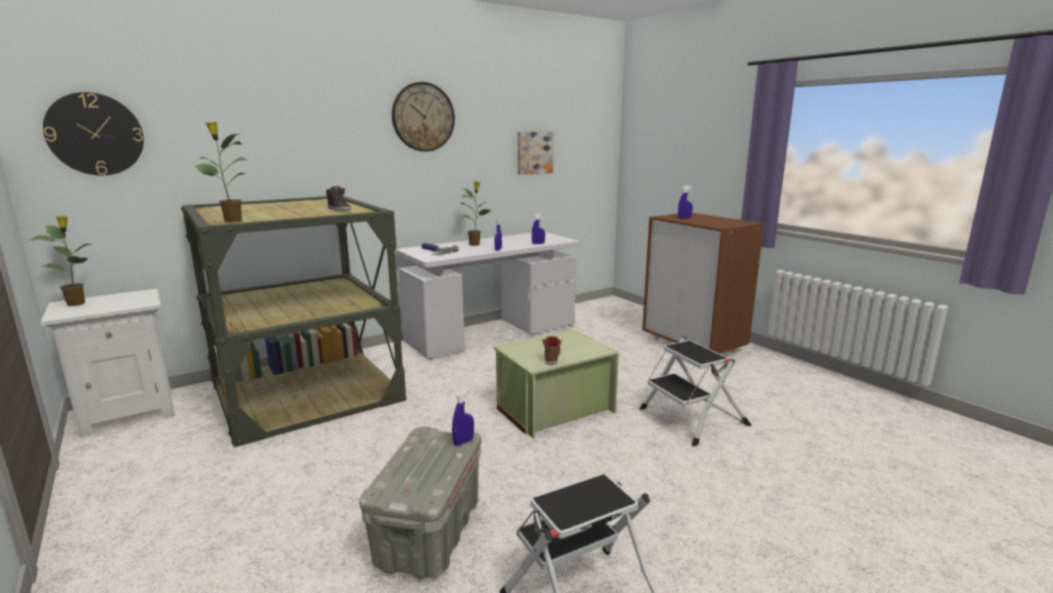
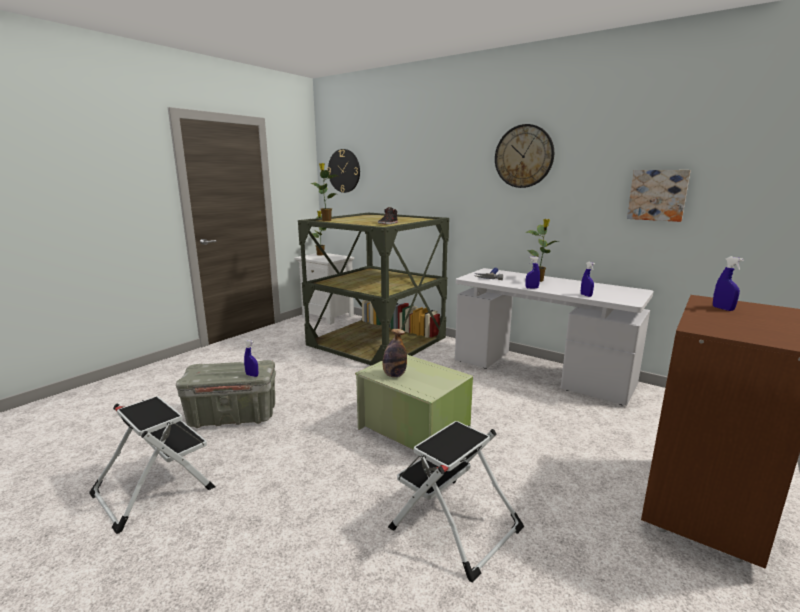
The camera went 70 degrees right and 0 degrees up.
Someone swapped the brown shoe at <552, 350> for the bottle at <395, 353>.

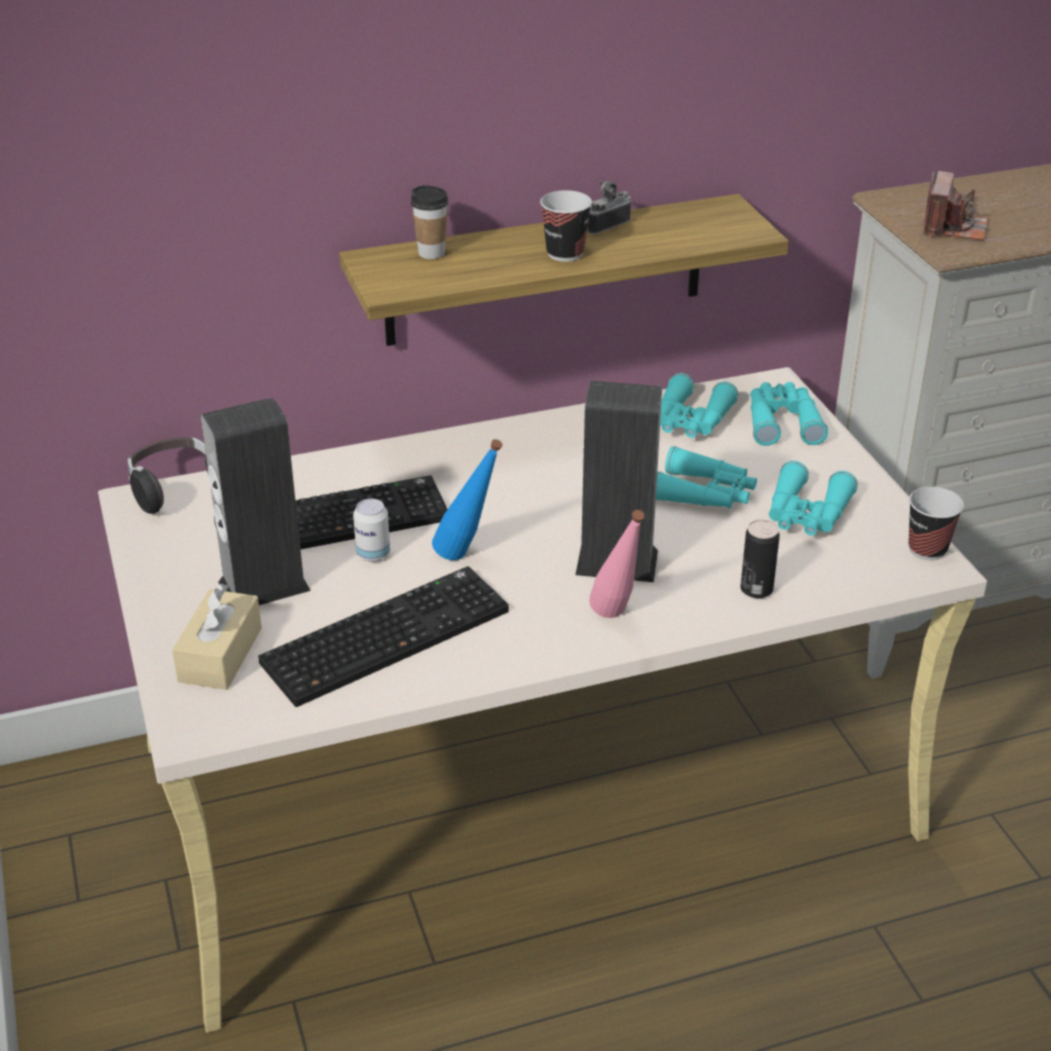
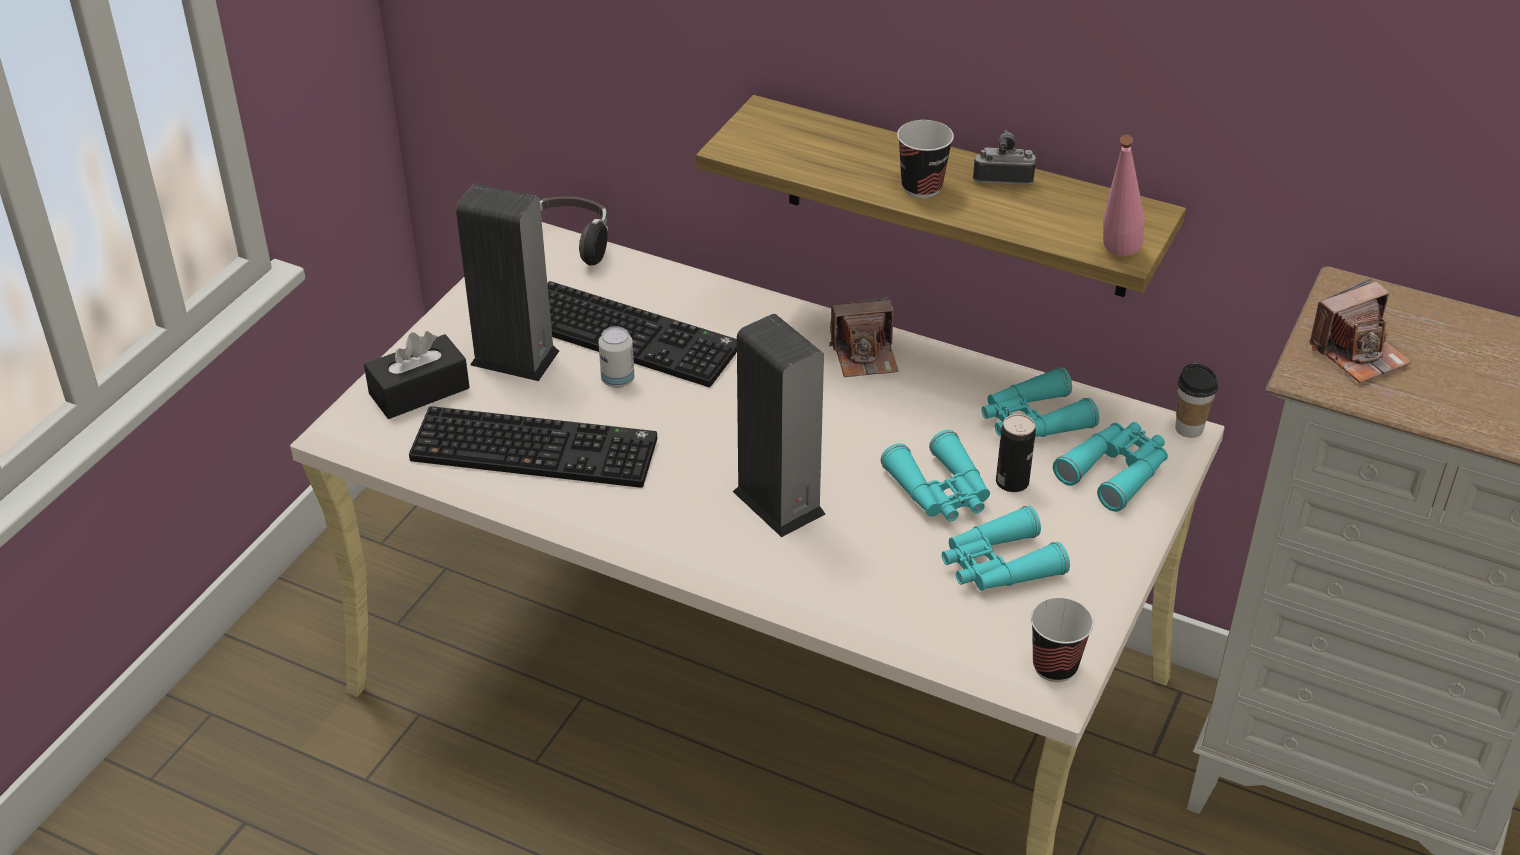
The camera went 45 degrees right and 5 degrees up.
Someone took away the blue bottle at <467, 499>.
Someone put down the photo camera at <864, 337>.
Someone carried the cup from <430, 222> to <1196, 401>.
Someone carried the pink bottle from <617, 564> to <1123, 195>.
Someone carried the can from <760, 558> to <1016, 453>.
Someone repainted the beige tissue box at <217, 636>, which became the black tissue box at <417, 375>.

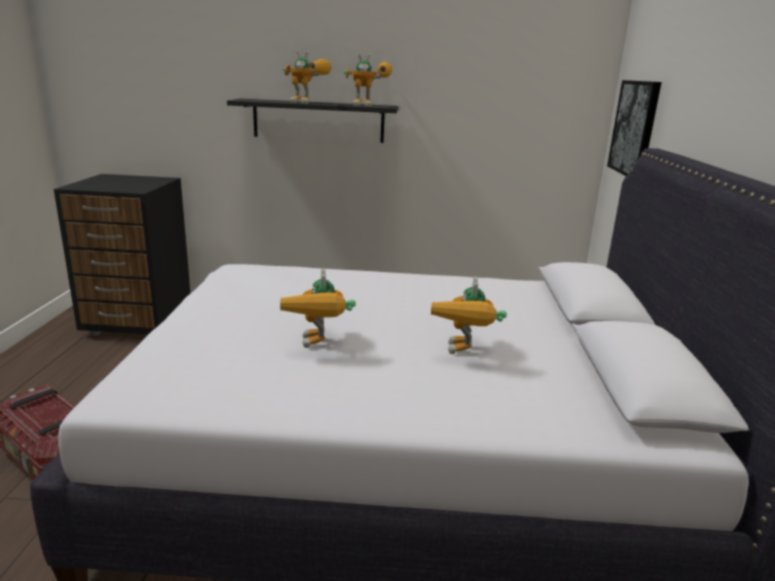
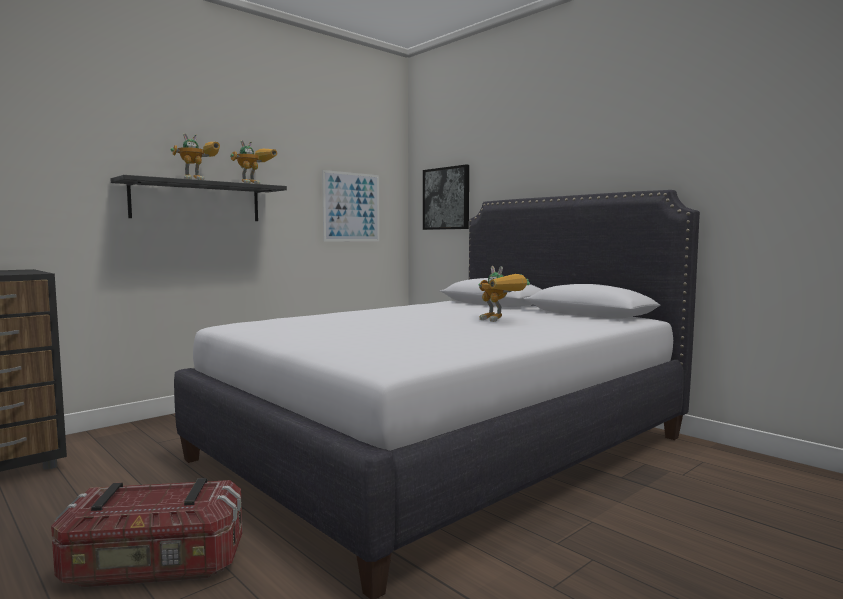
The camera went 45 degrees left and 15 degrees down.
Someone took away the toy robot at <318, 308>.
Someone put up the picture at <350, 205>.

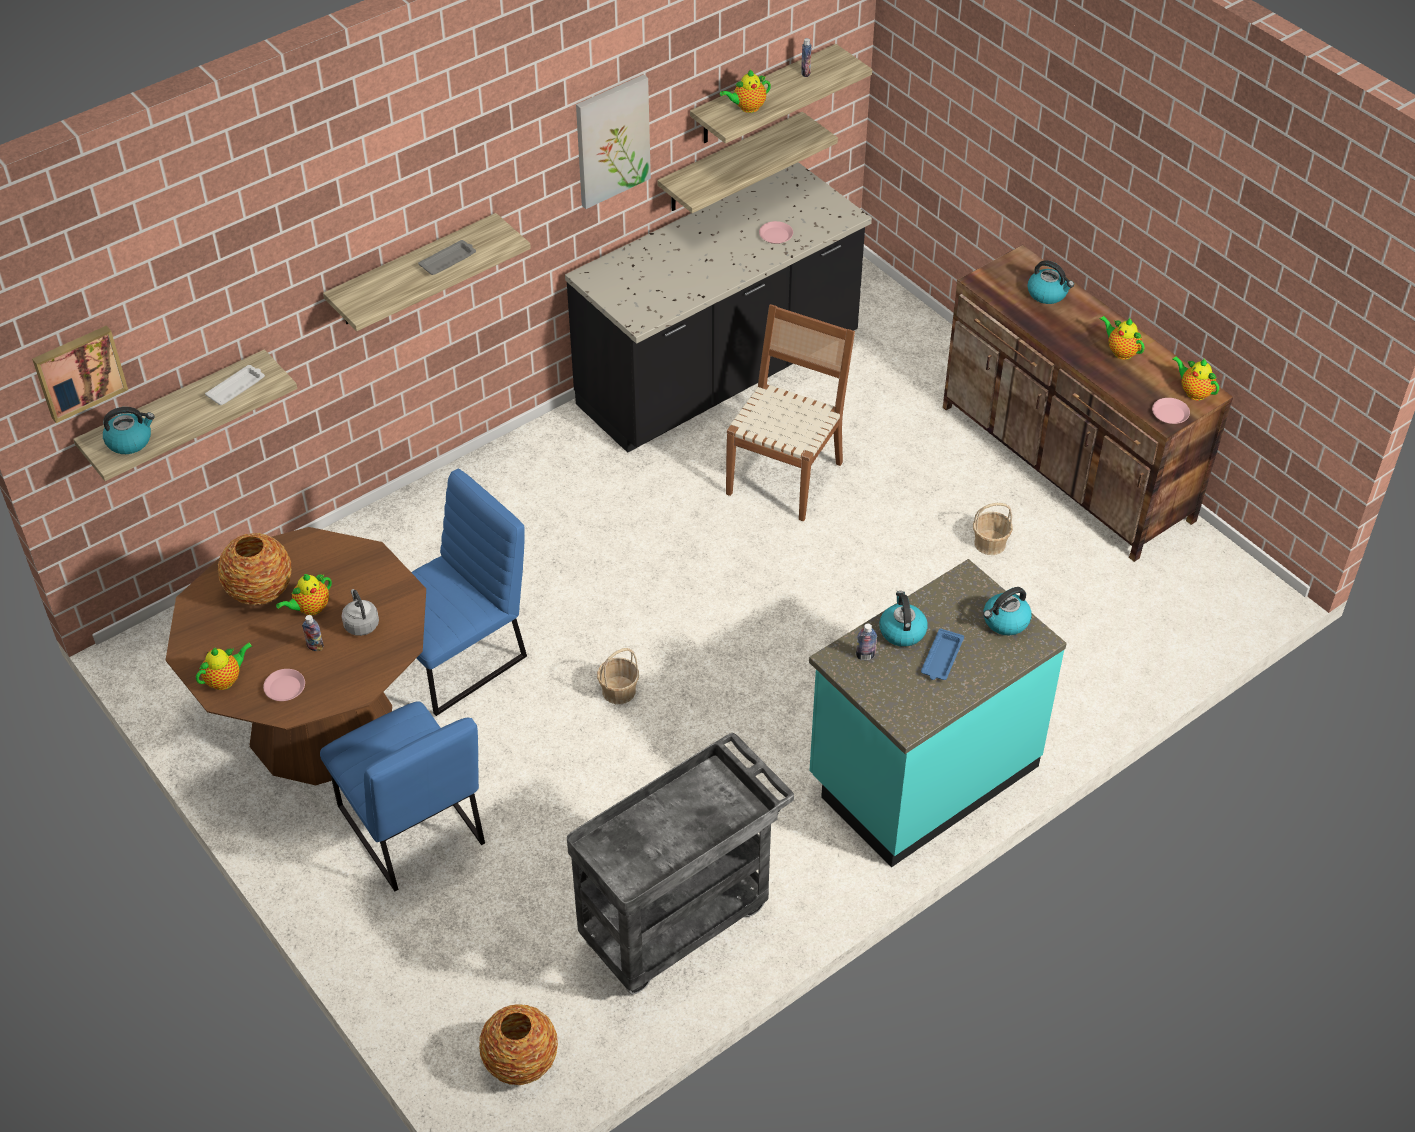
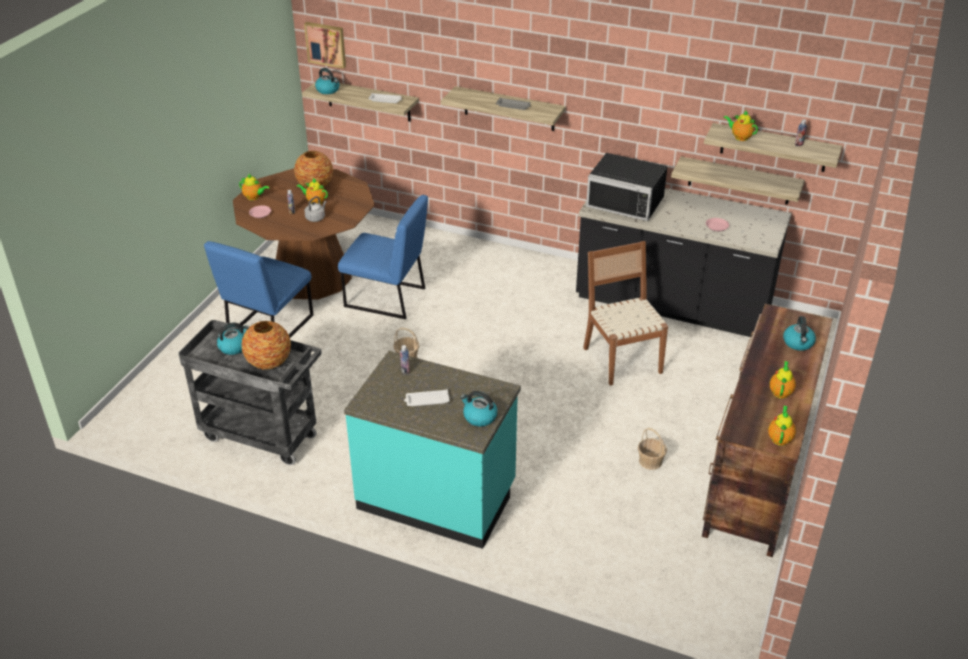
The camera went 60 degrees right and 10 degrees down.
Someone took away the picture at <613, 141>.
Someone took away the pink plate at <1171, 411>.
Someone put down the black microwave at <627, 187>.
Someone carried the vase from <518, 1044> to <266, 345>.
Someone carried the kettle from <903, 619> to <233, 339>.
Someone repainted the blue tray at <942, 654>, which became the white tray at <427, 397>.
Someone rotated the chair at <790, 412> by 105 degrees counterclockwise.

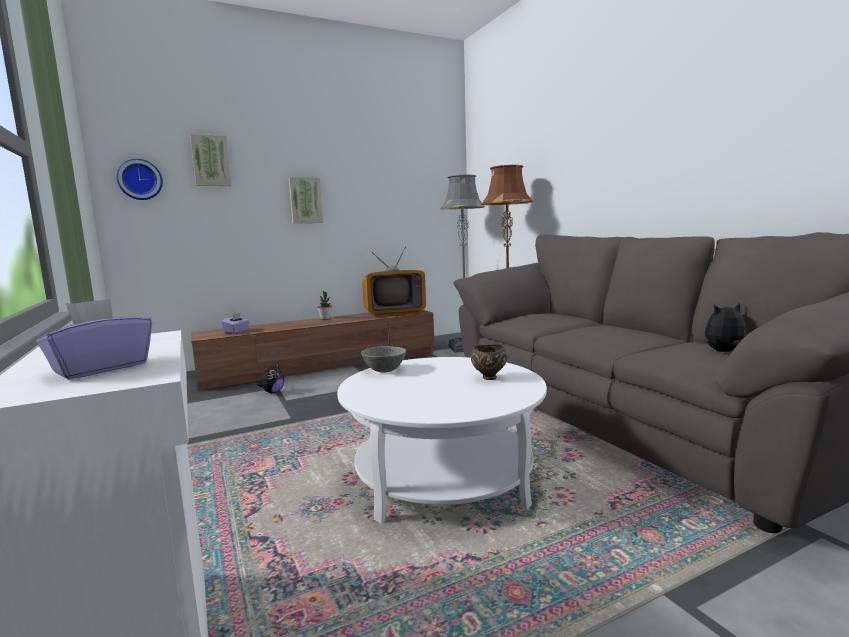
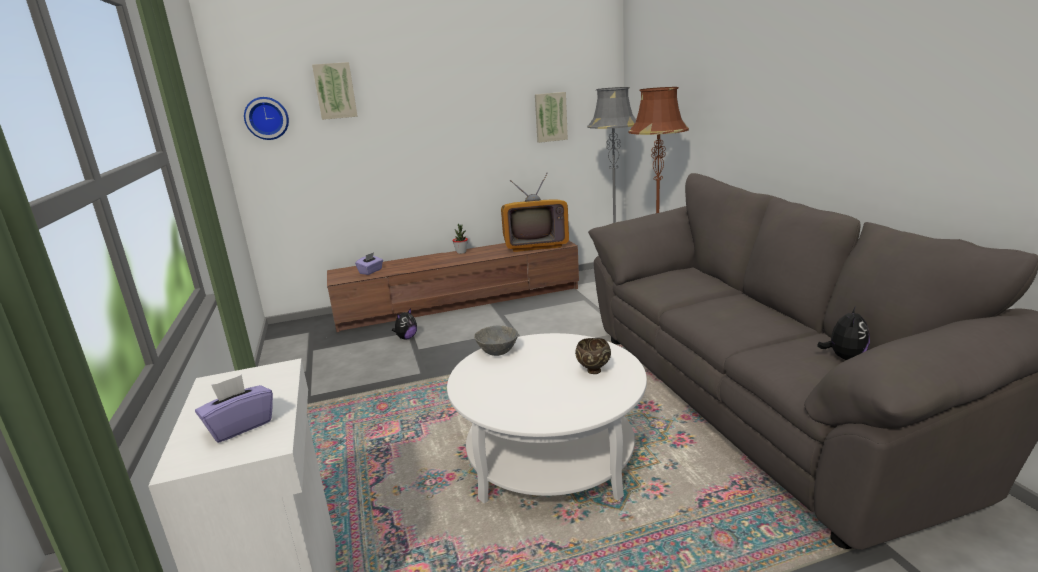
The camera went 10 degrees right and 10 degrees up.
Someone carried the picture from <306, 200> to <551, 117>.
Someone rotated the plush toy at <726, 327> by 120 degrees clockwise.

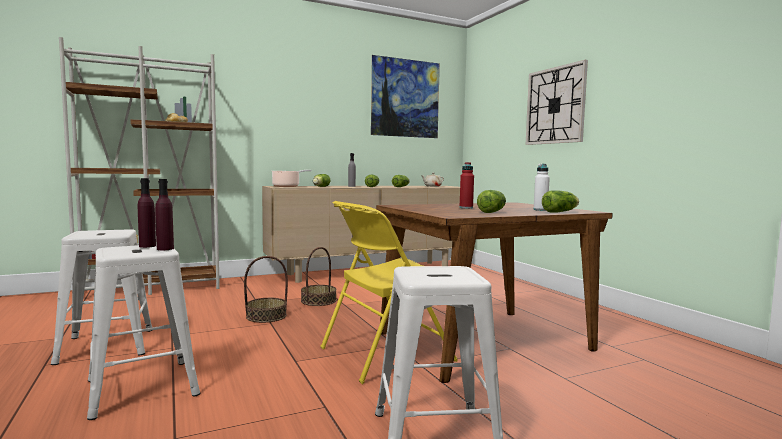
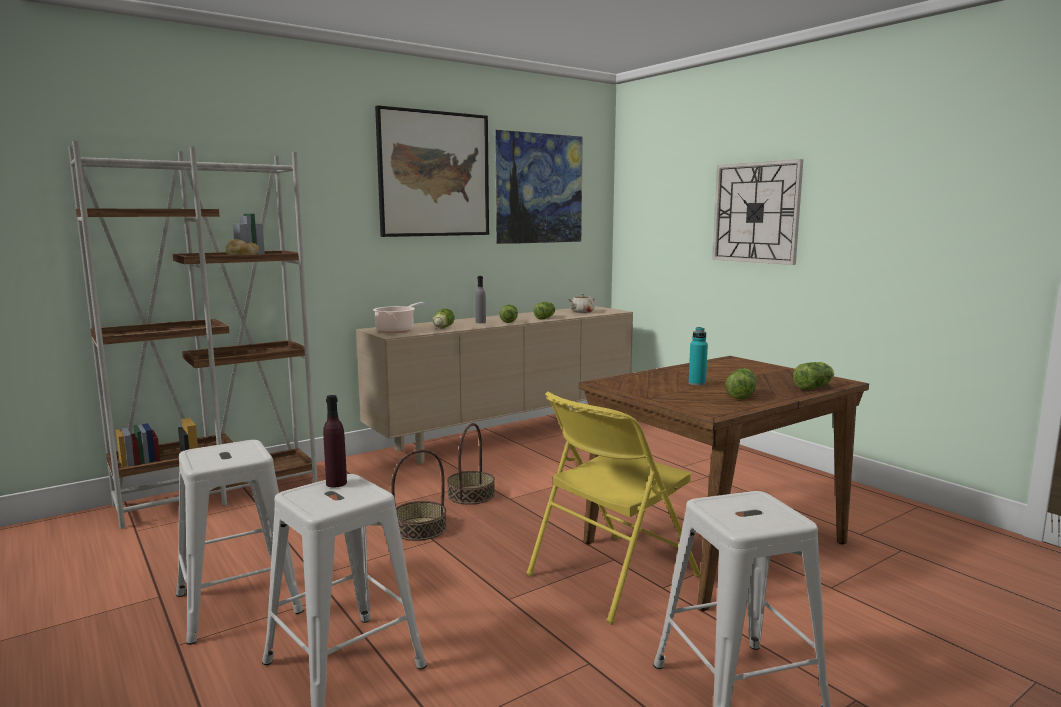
The camera went 10 degrees left and 5 degrees up.
Someone took away the purple bottle at <164, 214>.
Someone took away the white bottle at <542, 187>.
Someone put up the picture at <432, 171>.
Someone repainted the red bottle at <466, 185>, which became the turquoise bottle at <698, 356>.

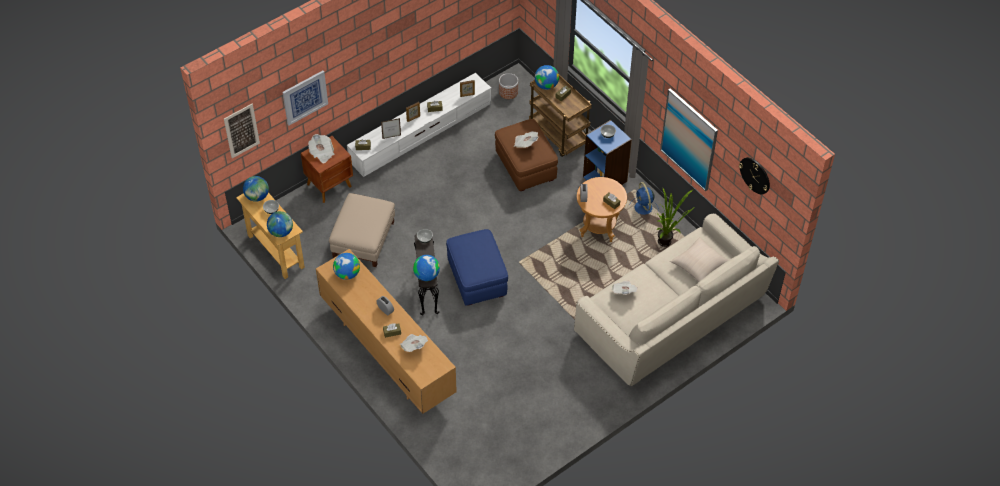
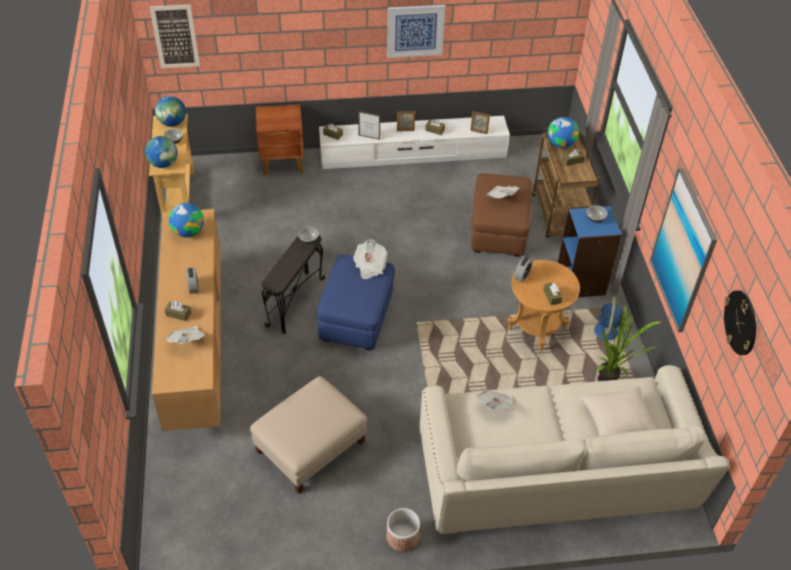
The camera went 30 degrees right and 5 degrees down.
Someone took away the globe at <426, 268>.
Someone carried the picture from <305, 98> to <416, 31>.
Someone carried the newspaper from <321, 148> to <370, 259>.
Someone carried the beige ottoman from <362, 230> to <308, 434>.
Someone carried the planter from <508, 86> to <403, 530>.

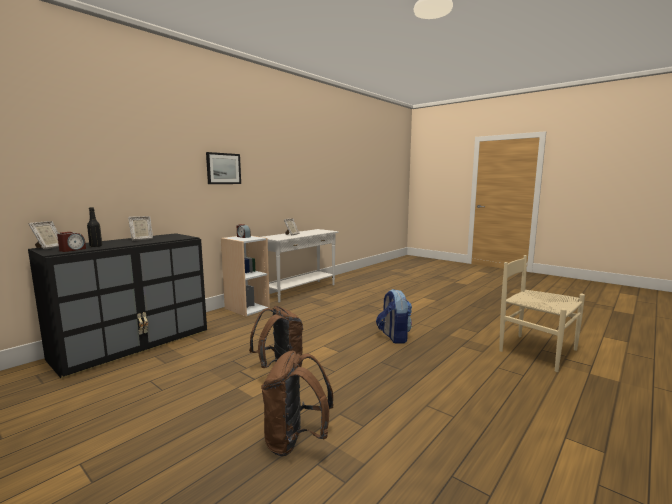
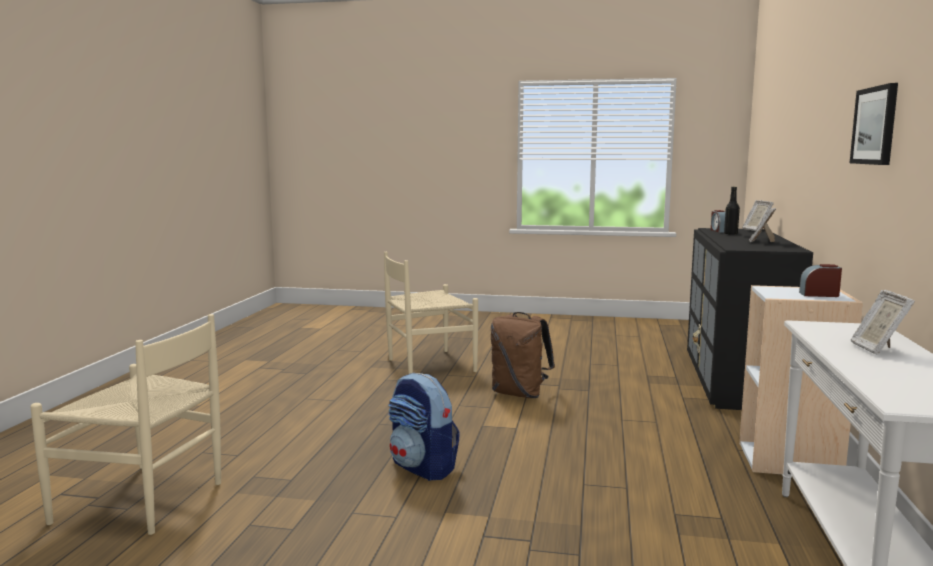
The camera went 150 degrees right and 0 degrees up.
Someone swapped the brown backpack at <297, 403> for the beige chair at <431, 313>.

